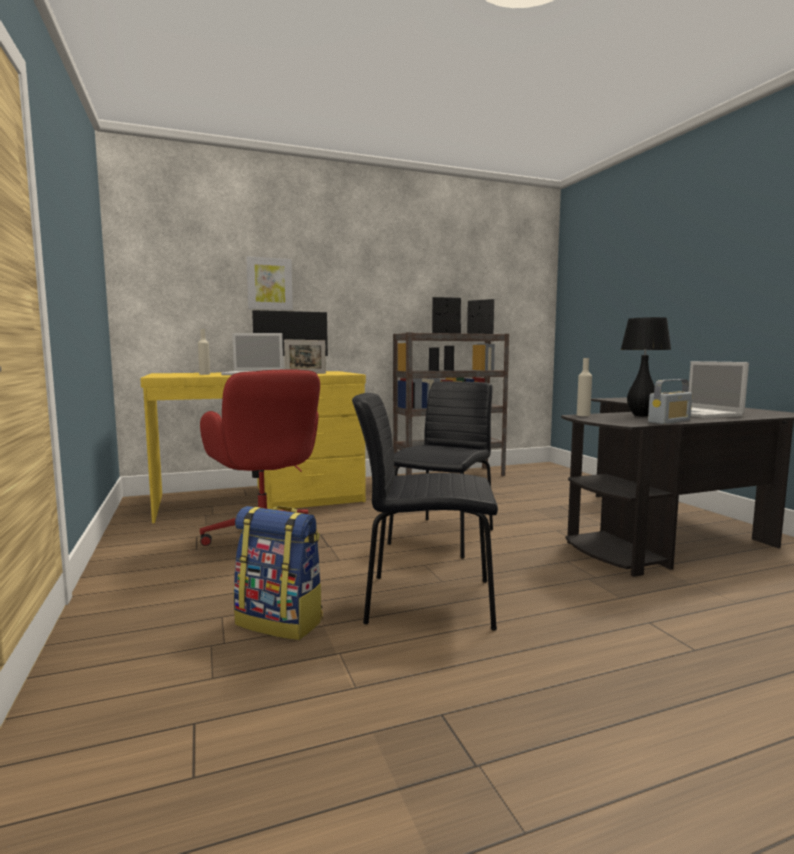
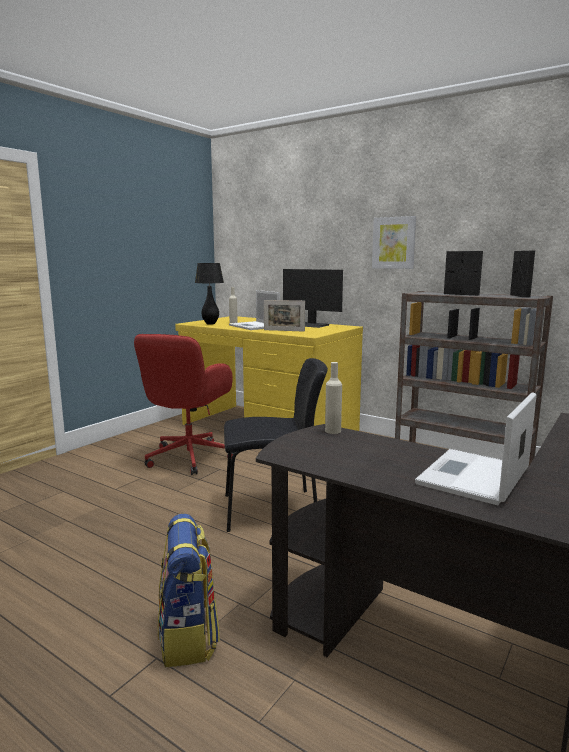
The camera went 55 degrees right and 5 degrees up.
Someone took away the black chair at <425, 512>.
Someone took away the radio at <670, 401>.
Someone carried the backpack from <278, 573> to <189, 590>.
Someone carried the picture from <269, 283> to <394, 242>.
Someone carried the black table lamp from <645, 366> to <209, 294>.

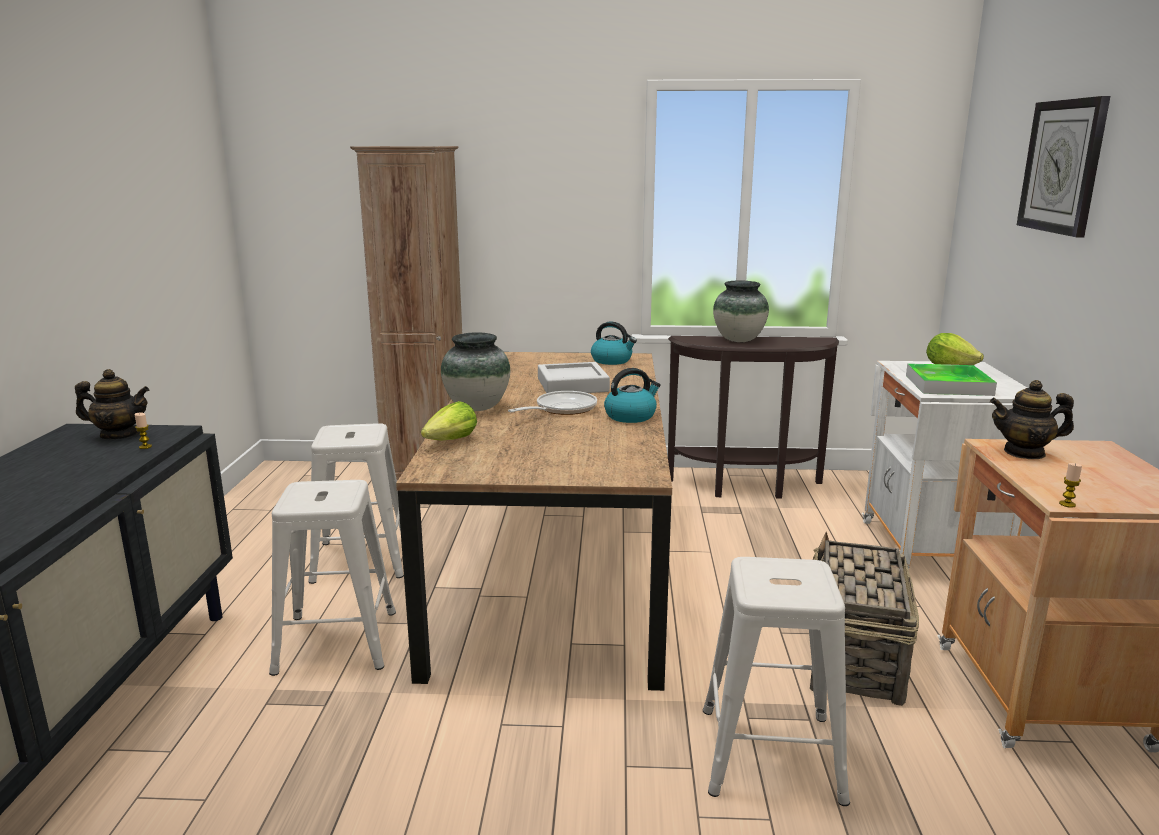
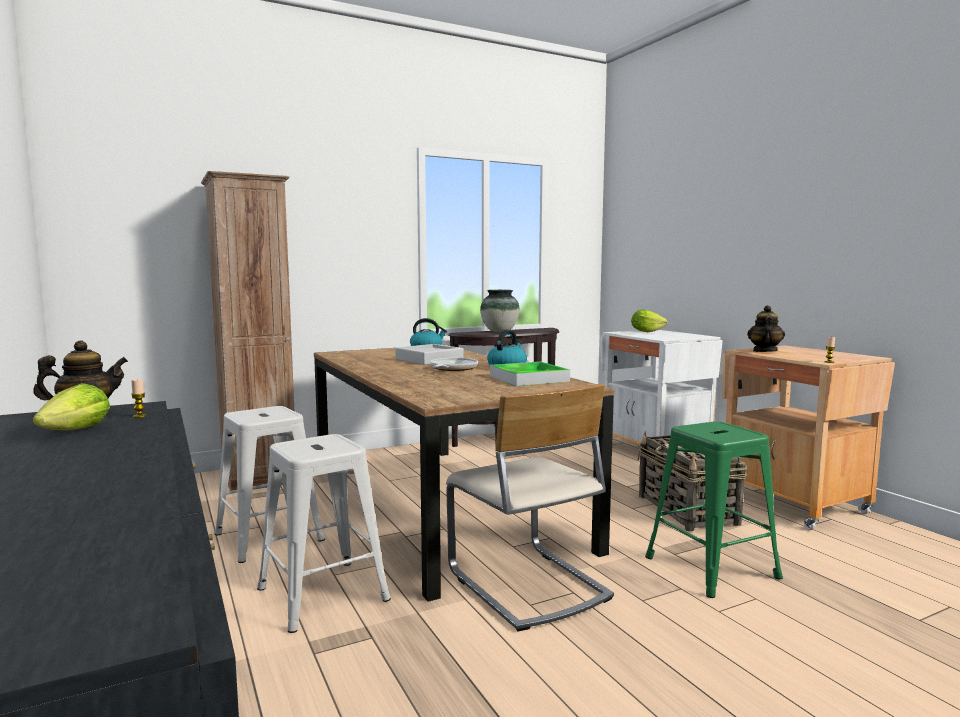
The camera went 30 degrees left and 10 degrees down.
Someone took away the vase at <475, 372>.
Someone took away the wall clock at <1063, 166>.
Someone put down the beige chair at <530, 508>.
Someone carried the lettuce from <449, 421> to <71, 406>.
Someone carried the tray from <951, 379> to <530, 374>.
Someone repainted the white stool at <776, 681>, which became the green stool at <714, 509>.
Someone rotated the teapot at <1032, 419> by 135 degrees clockwise.

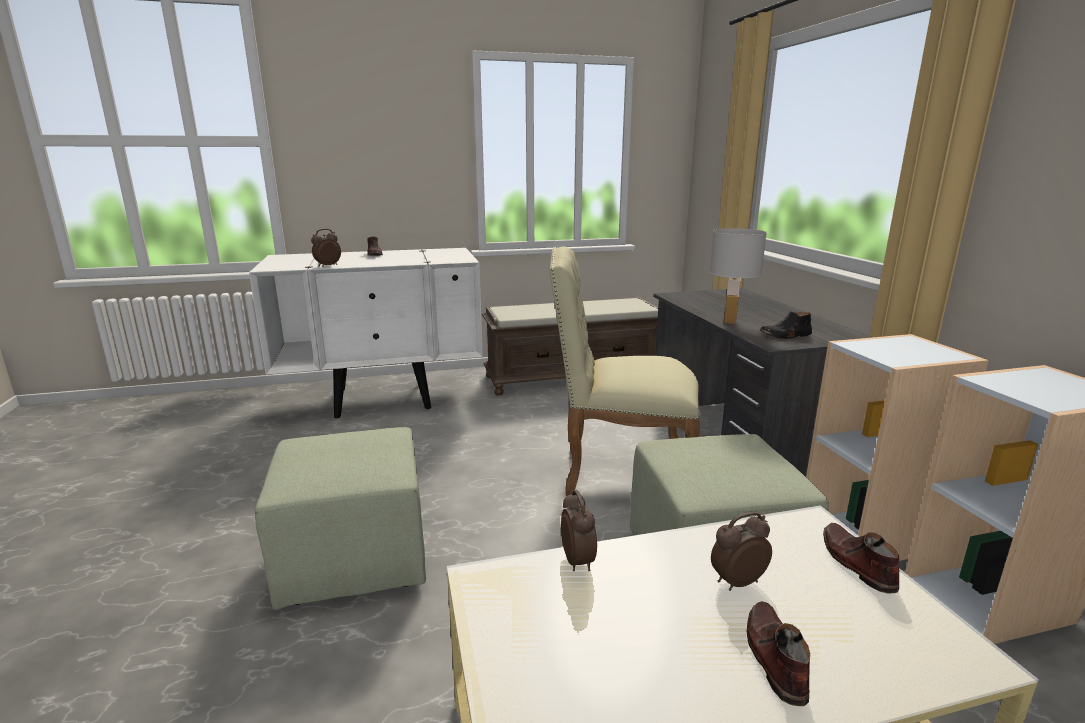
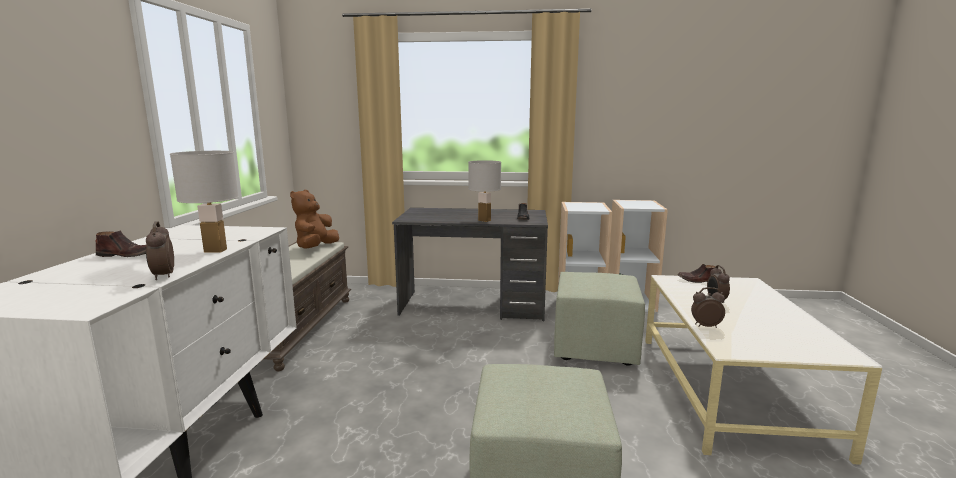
The camera went 70 degrees left and 5 degrees down.
Someone took away the beige chair at <625, 372>.
Someone took away the brown shoe at <778, 653>.
Someone put down the white table lamp at <204, 202>.
Someone put down the brown plush toy at <314, 219>.

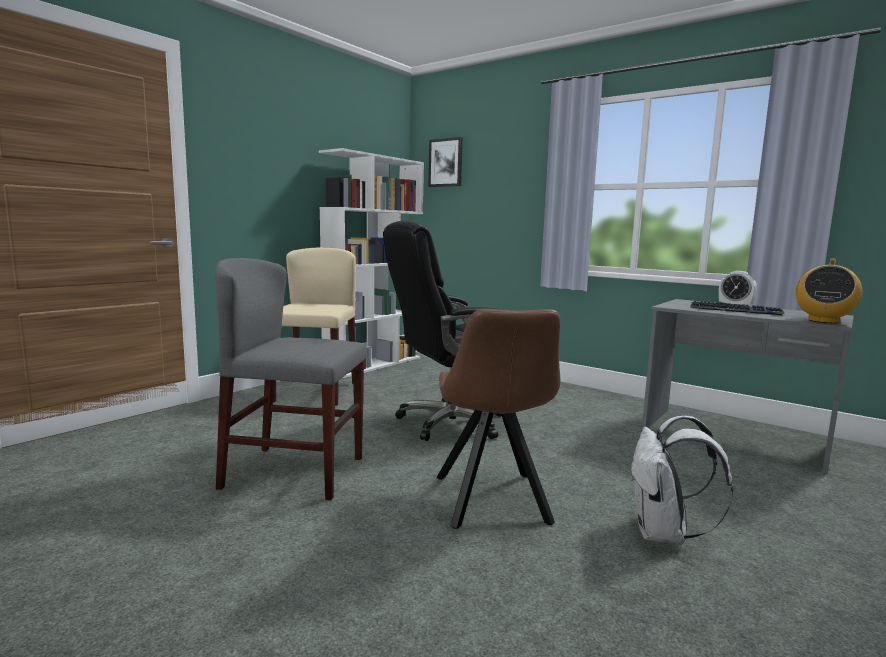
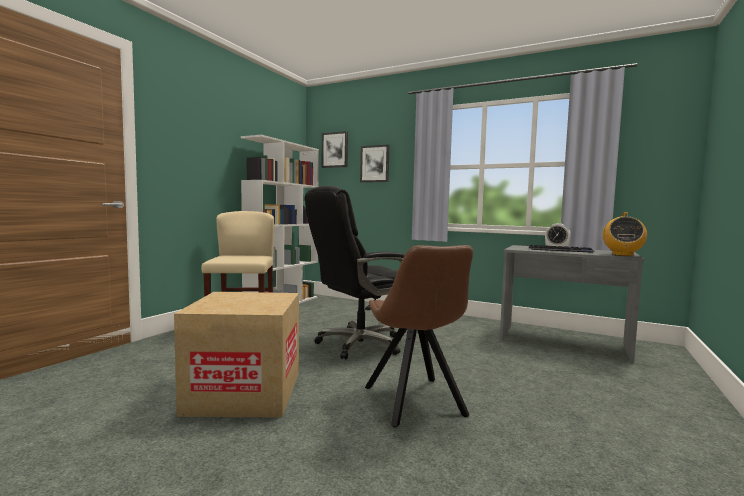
The camera went 10 degrees left and 5 degrees down.
Someone took away the white backpack at <682, 480>.
Someone put up the picture at <375, 163>.
Someone swapped the grey chair at <291, 379> for the cardboard box at <236, 354>.

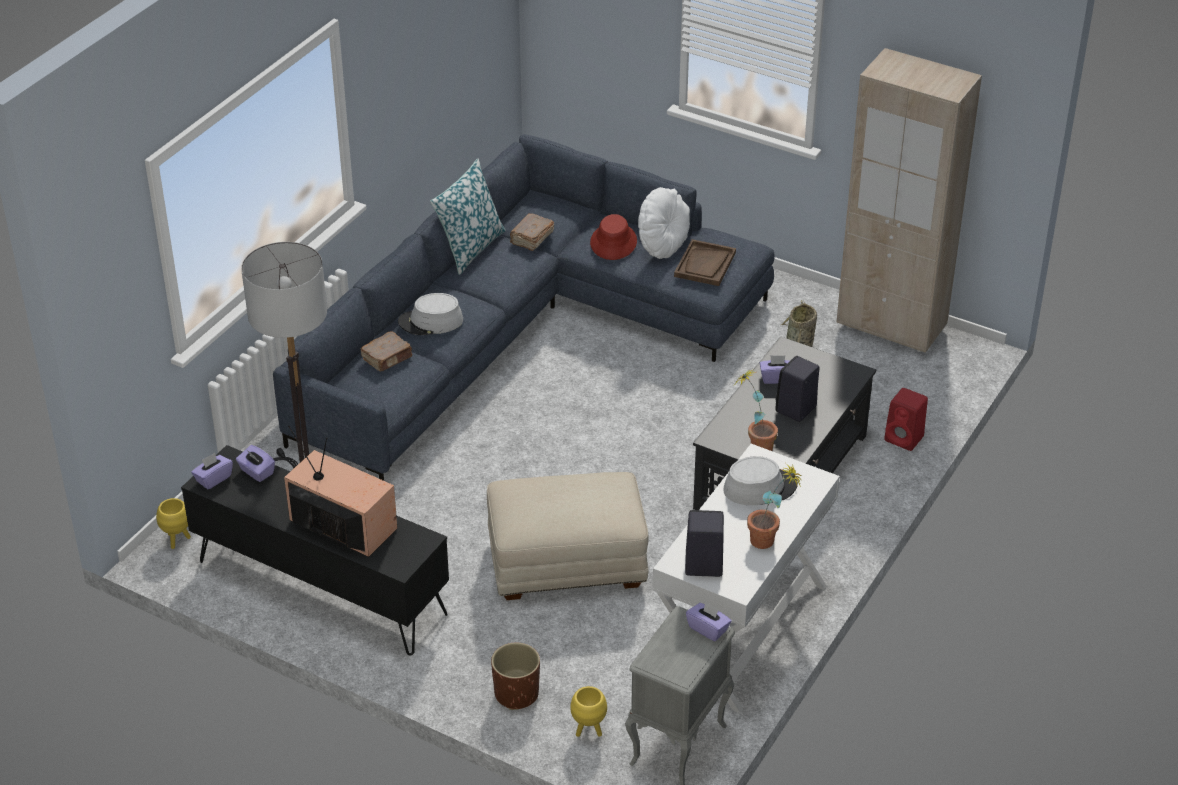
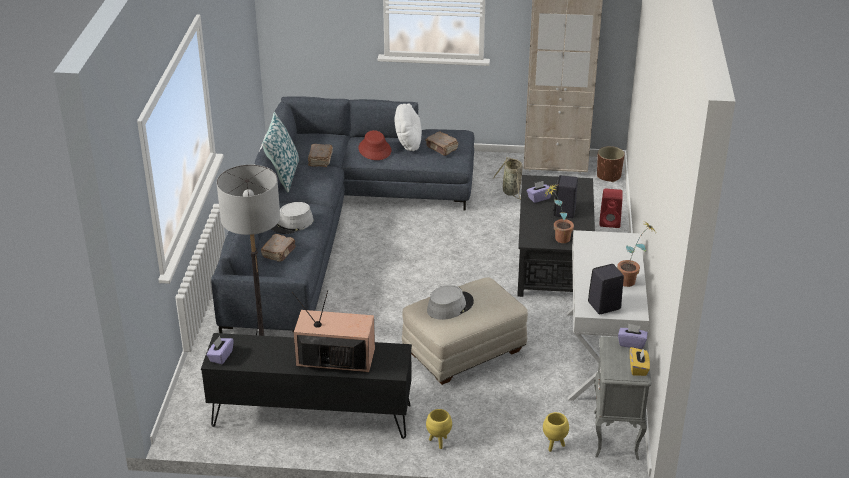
The camera went 25 degrees left and 5 degrees down.
Someone took away the purple tissue box at <255, 463>.
Someone put down the yellow tissue box at <640, 361>.
Someone carried the yellow planter from <173, 523> to <439, 429>.
Someone carried the brown planter from <515, 676> to <611, 164>.
Someone carried the grey hat from <760, 480> to <450, 302>.
Someone swapped the brown tray at <705, 262> for the brown book at <441, 144>.

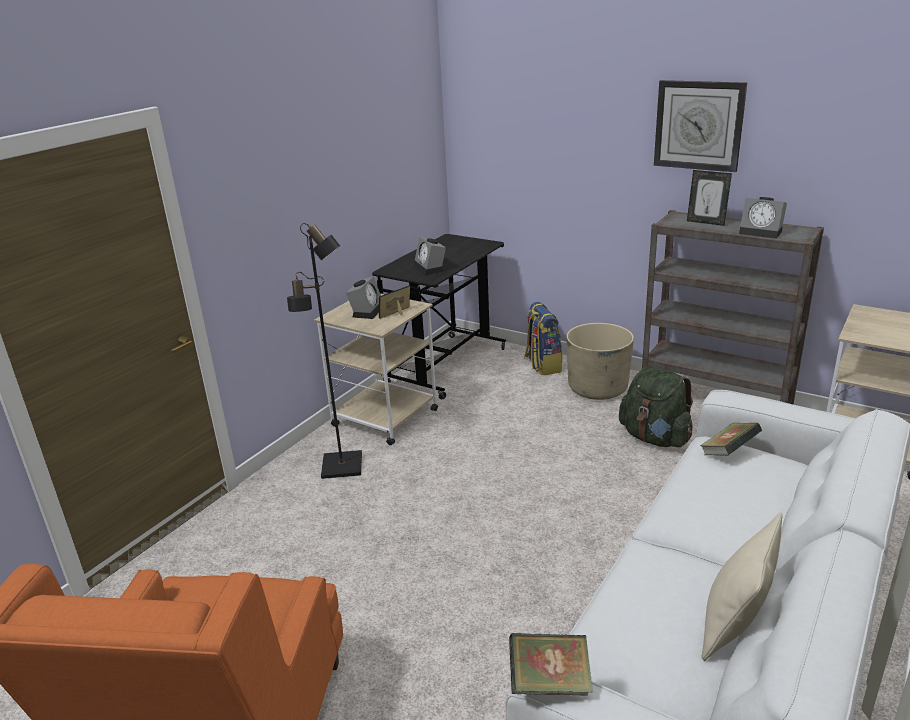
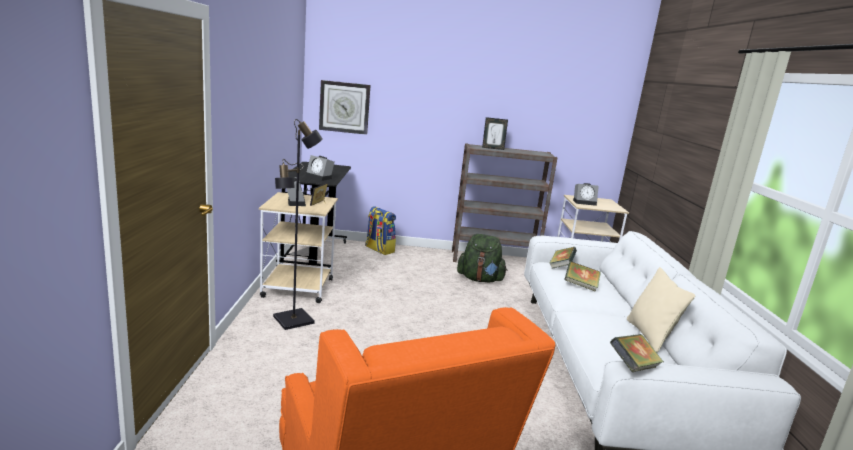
The camera went 35 degrees left and 10 degrees down.
Someone took away the beige planter at <600, 361>.
Someone put down the book at <582, 276>.
Someone carried the wall clock from <700, 126> to <344, 107>.
Someone carried the alarm clock from <763, 218> to <586, 194>.

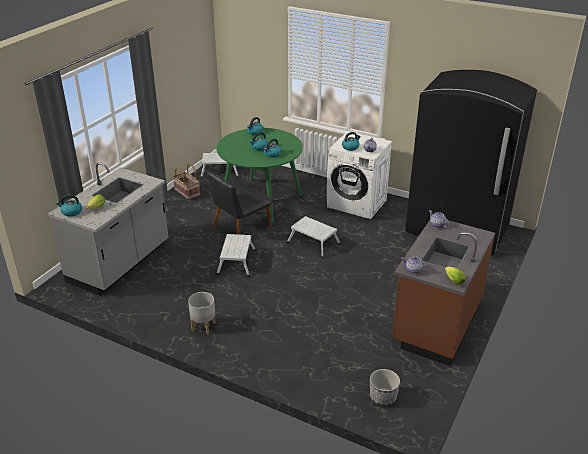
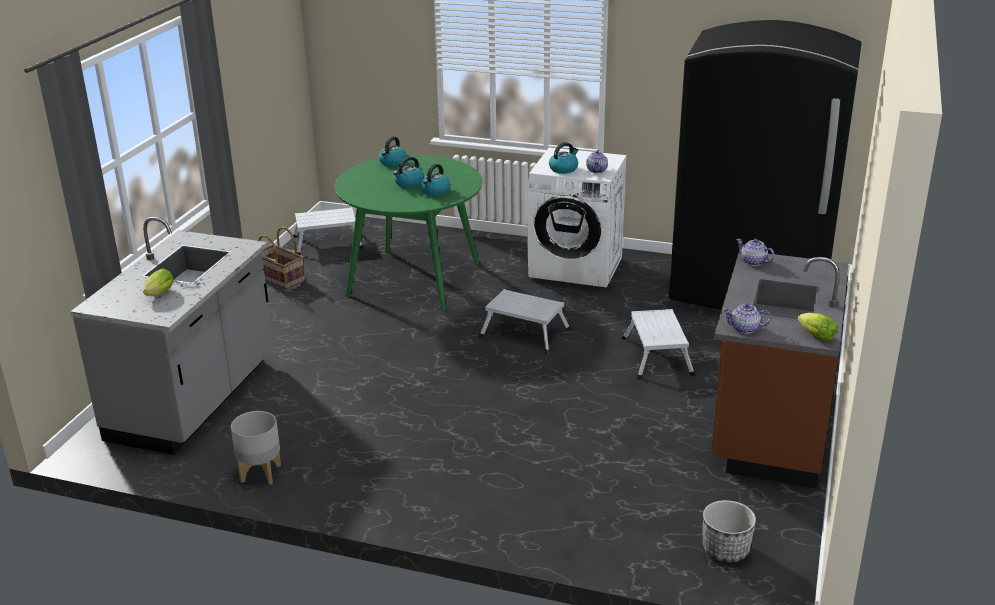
The camera went 10 degrees left and 5 degrees down.
Someone took away the kettle at <69, 206>.
Someone took away the black chair at <240, 203>.
Someone carried the grey planter from <202, 313> to <256, 448>.
Someone carried the white step ladder from <236, 256> to <658, 344>.

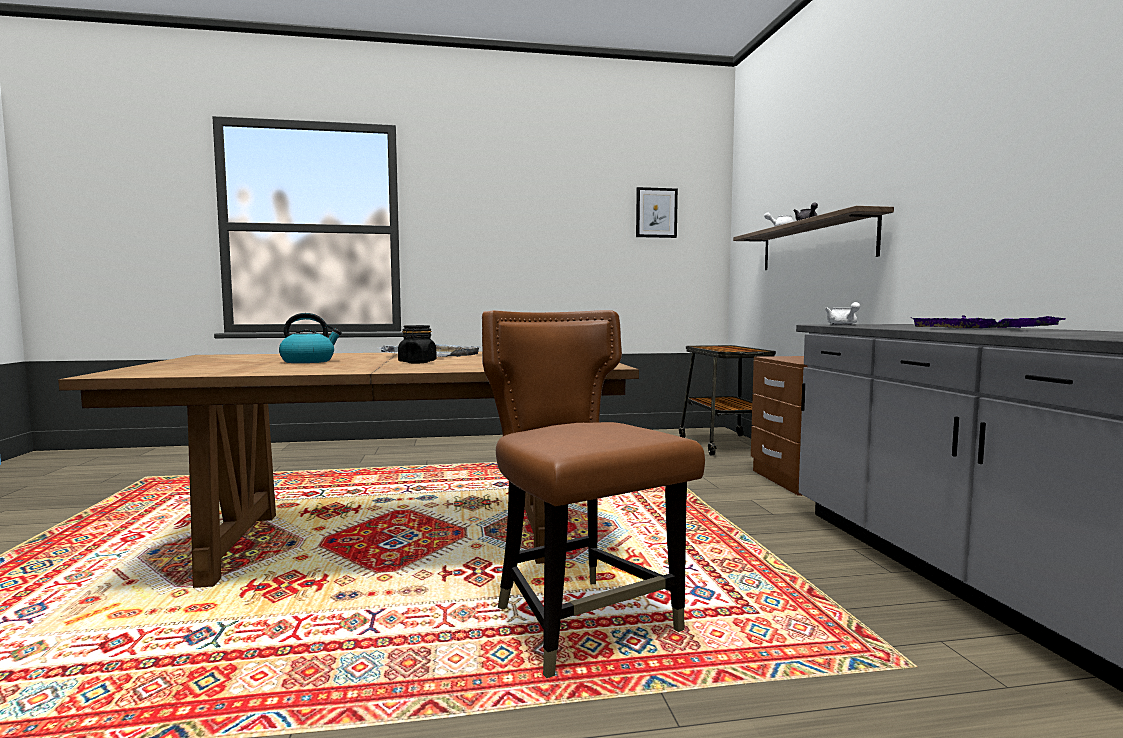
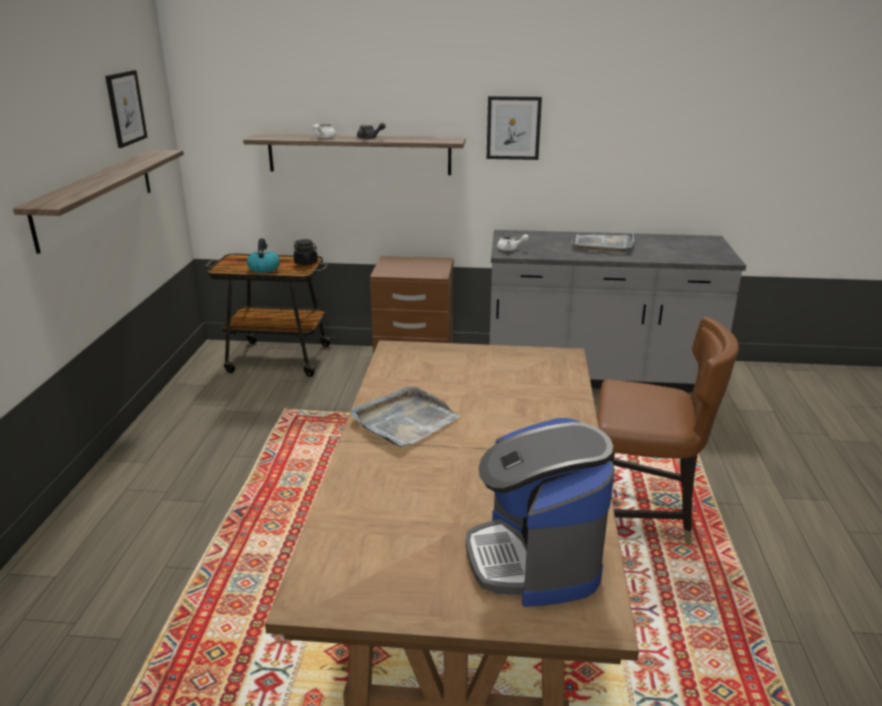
The camera went 75 degrees left and 20 degrees up.
Someone put up the shelf at <98, 202>.
Someone put down the coffee machine at <540, 512>.
Someone put up the picture at <514, 128>.
Someone carried the kettle from <310, 338> to <263, 255>.
Someone carried the black jar from <417, 344> to <306, 252>.
Someone repainted the purple tray at <988, 321>, which became the grey tray at <602, 242>.
Someone rotated the brown chair at <593, 494> by 150 degrees counterclockwise.

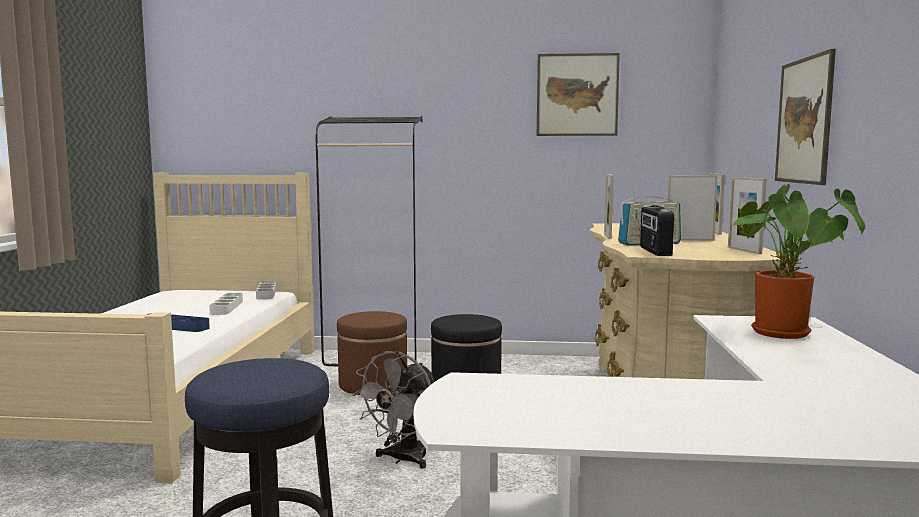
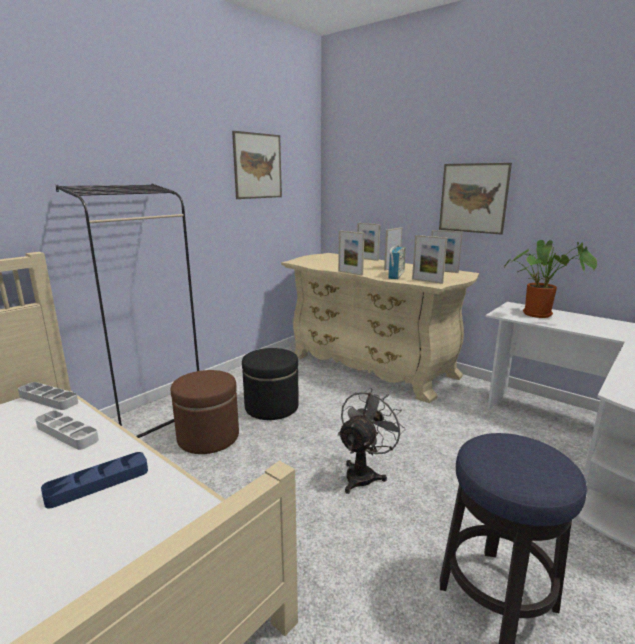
The camera went 55 degrees left and 10 degrees up.
Someone swapped the radio at <657, 230> for the picture frame at <429, 259>.
Someone rotated the grey fan at <393, 410> by 120 degrees counterclockwise.

